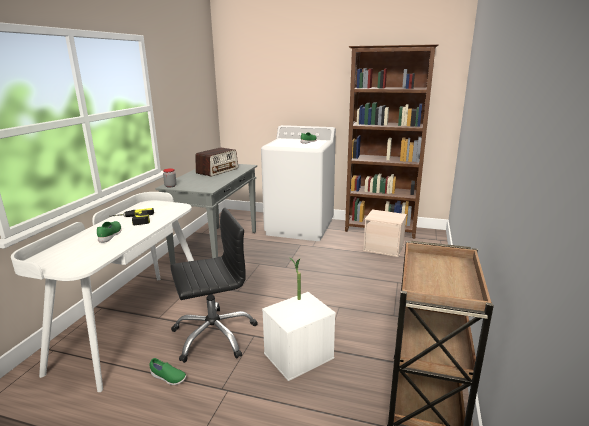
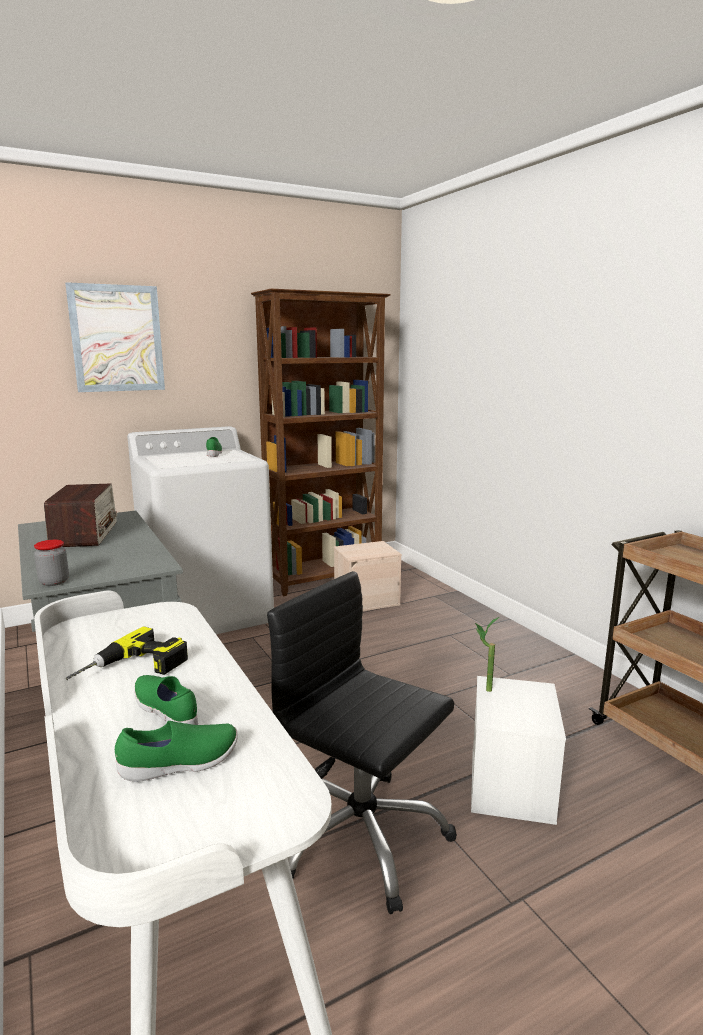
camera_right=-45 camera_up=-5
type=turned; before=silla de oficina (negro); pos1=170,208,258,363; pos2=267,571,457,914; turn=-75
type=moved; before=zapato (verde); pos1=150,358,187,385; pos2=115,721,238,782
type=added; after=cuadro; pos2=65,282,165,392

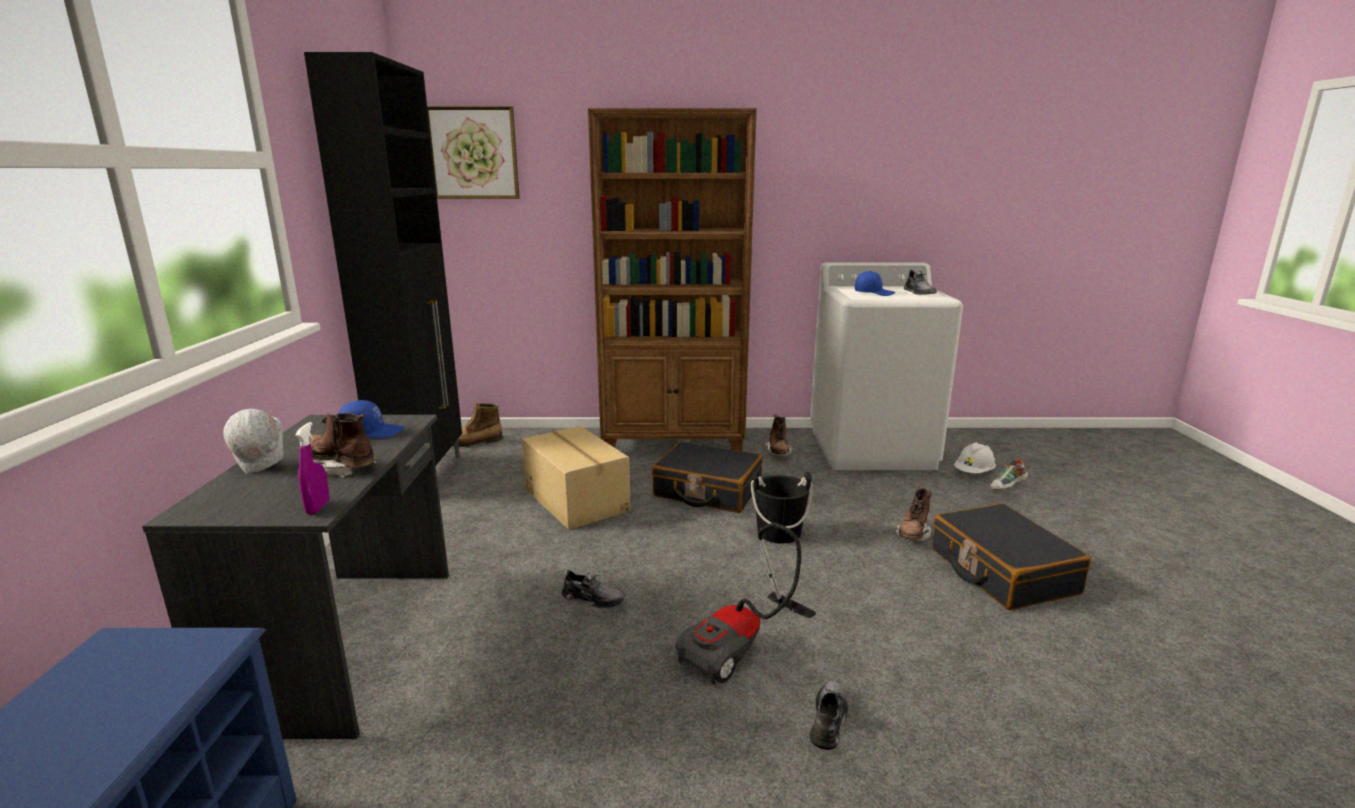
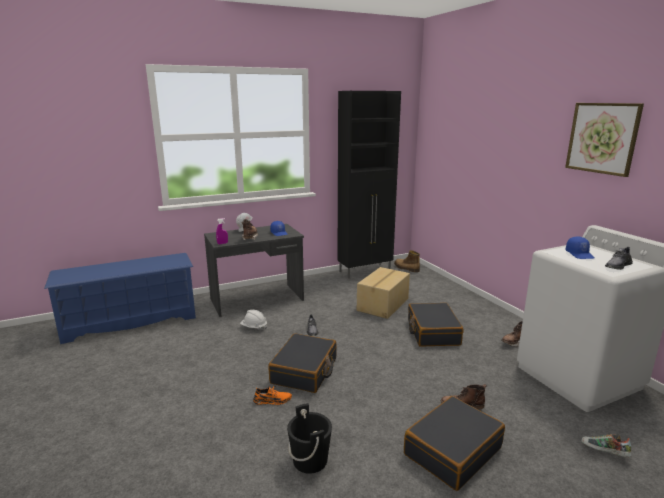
camera_right=65 camera_up=0
type=moved; before=cuadro; pos1=427,106,520,199; pos2=565,103,644,177
type=removed; before=estantería (marrón); pos1=588,108,757,451
type=moved; before=casco (blanco); pos1=954,442,996,474; pos2=240,310,267,330
type=moved; before=cubo (negro); pos1=751,471,813,543; pos2=287,403,332,474
type=replaced; before=aspiradora; after=maleta (negro); pos1=675,522,816,685; pos2=268,333,337,393
type=recoloured; before=zapato (gris); after=zapato (naranja); pos1=809,680,848,750; pos2=253,386,292,405

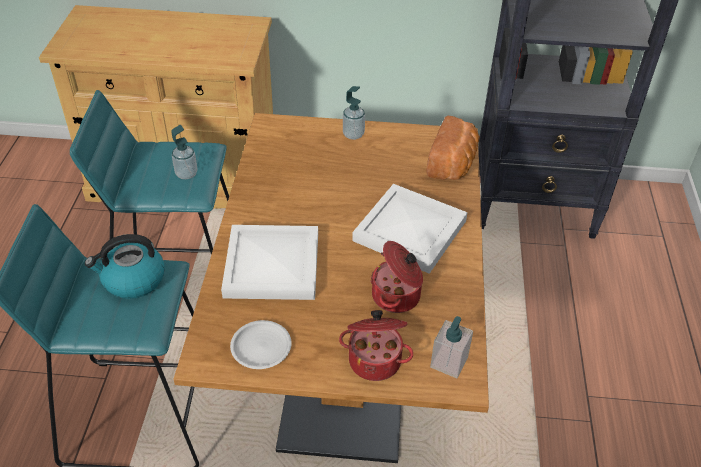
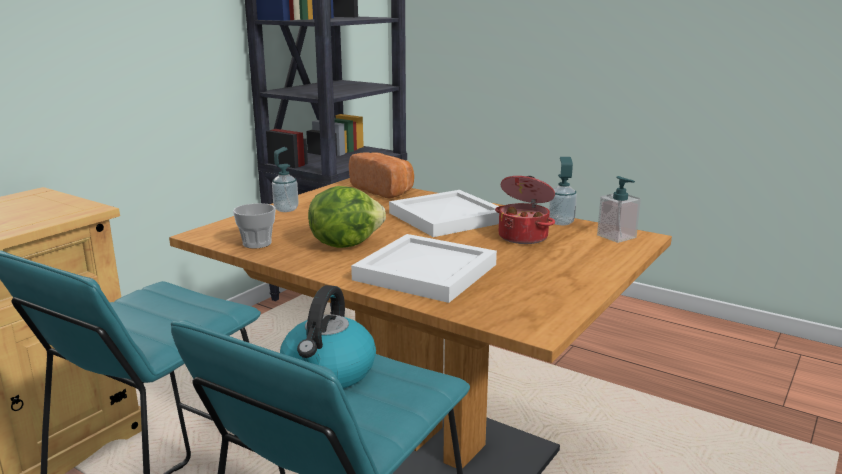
camera_right=-60 camera_up=-25
type=moved; before=dispensador de jabón; pos1=171,125,197,179; pos2=549,157,577,225
type=removed; before=olla; pos1=339,310,413,381
type=removed; before=plato (blanco); pos1=230,320,292,369
type=added; after=lechuga; pos2=308,186,386,248
type=added; after=taza; pos2=233,203,276,248

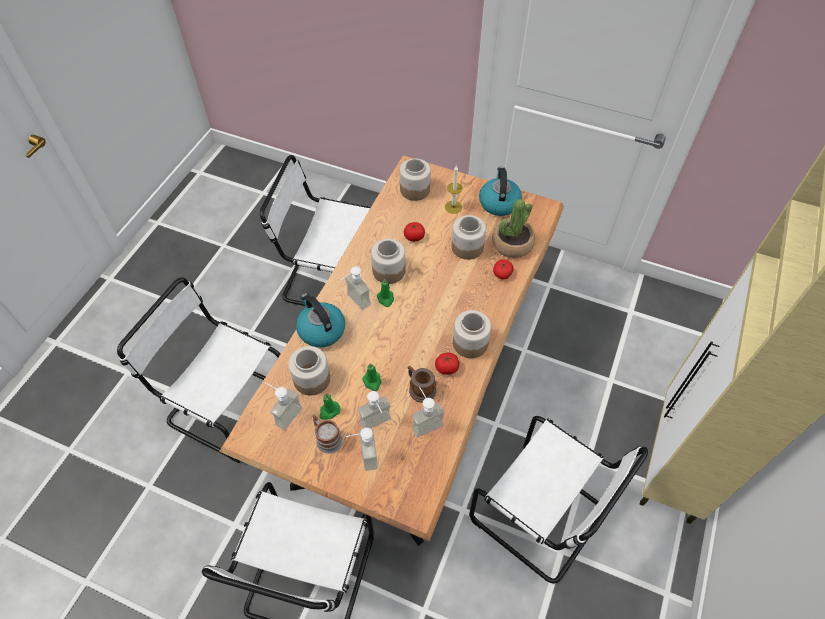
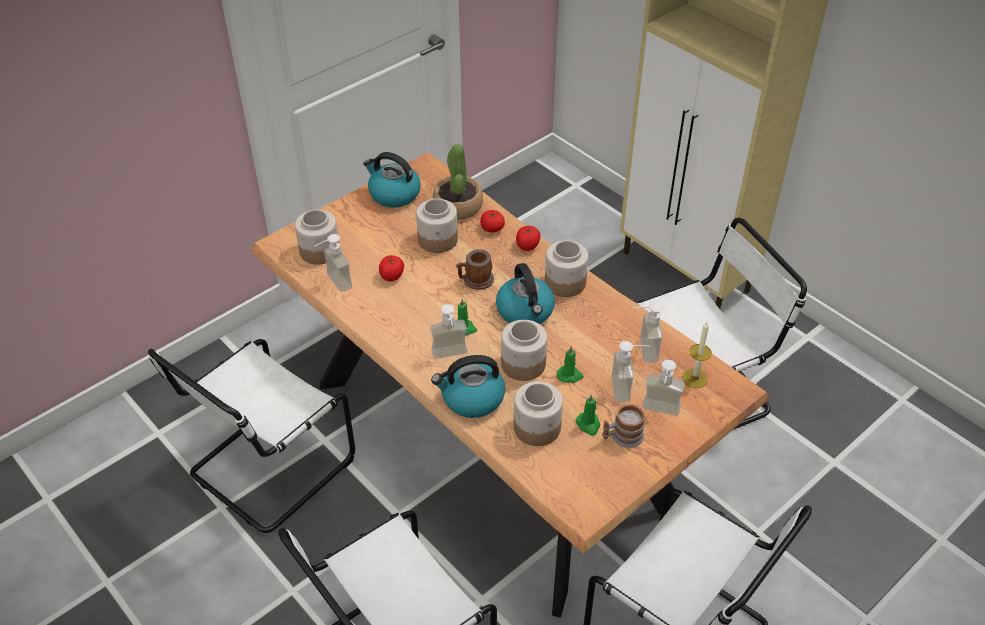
camera_right=-65 camera_up=-10
type=moved; before=vela; pos1=445,166,462,214; pos2=682,322,712,388
type=moved; before=tarro; pos1=371,239,406,284; pos2=501,320,547,381
type=moved; before=tomate; pos1=435,353,459,375; pos2=516,226,541,251
type=moved; before=taza grande; pos1=407,366,436,403; pos2=456,249,494,290
type=moved; before=dispensador de jabón; pos1=265,382,302,430; pos2=314,234,352,292
type=added; after=hervidor; pos2=496,263,555,324

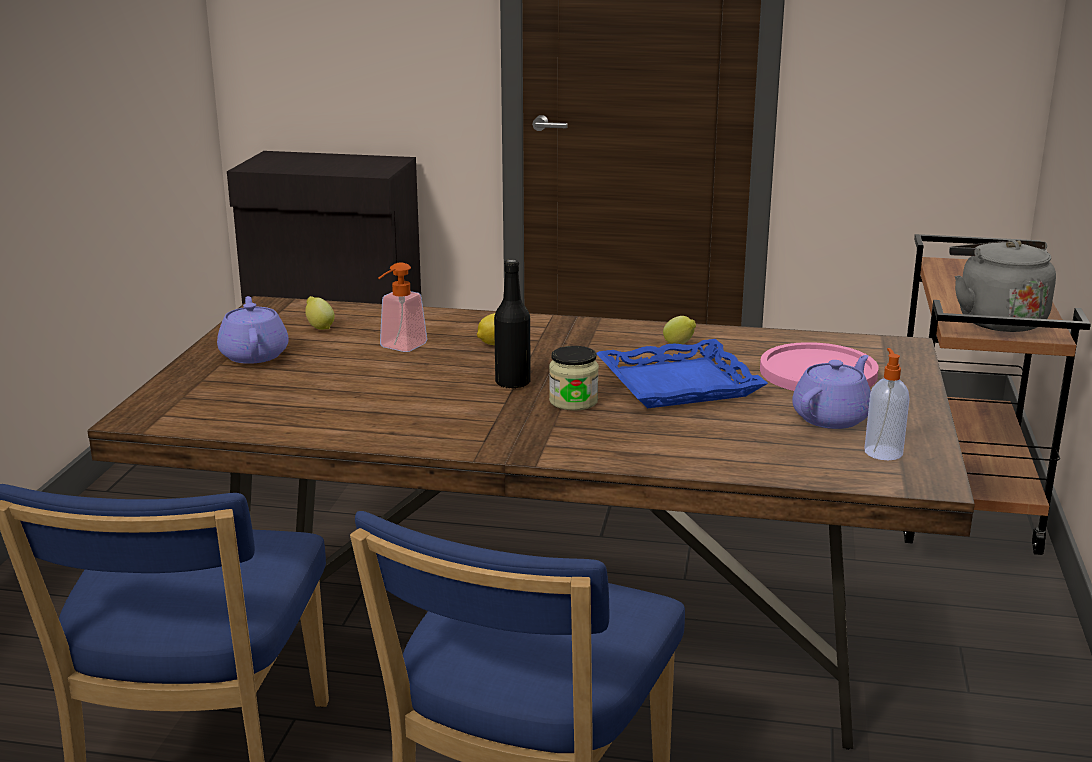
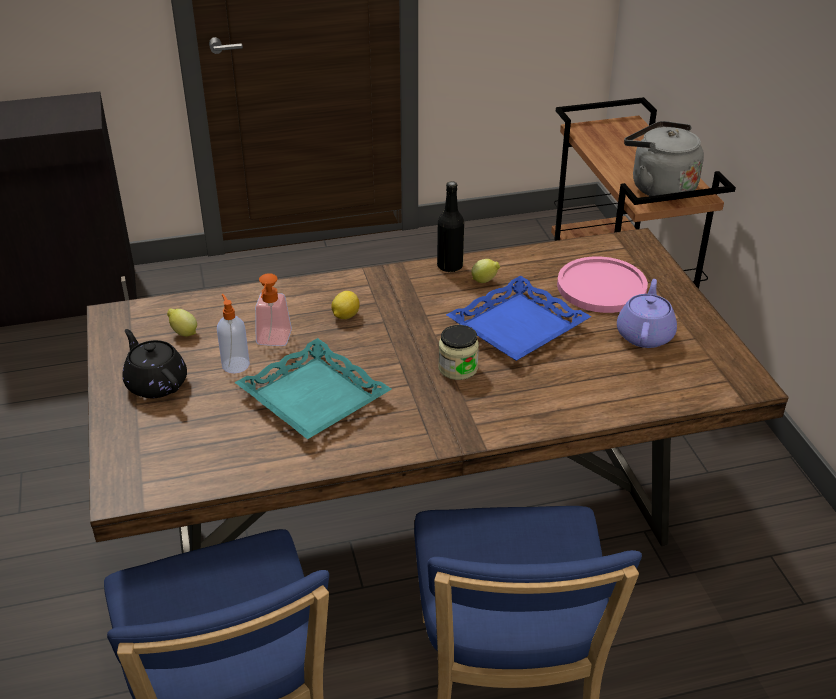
camera_right=-25 camera_up=15
type=moved; before=botella (negro); pos1=494,259,531,389; pos2=437,181,464,273
type=recoloured; before=tetera (morado); after=tetera (negro); pos1=217,296,288,364; pos2=122,329,187,398
type=moved; before=dispensador de jabón; pos1=865,348,910,460; pos2=217,294,250,373
type=added; after=bandeja (turquesa); pos2=235,338,392,439

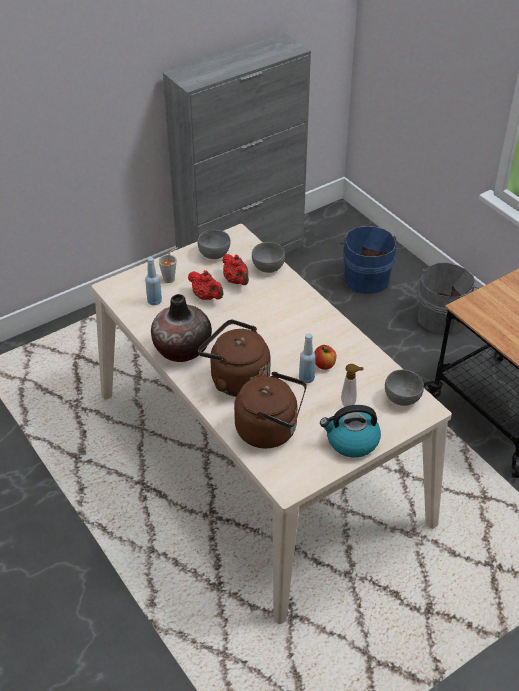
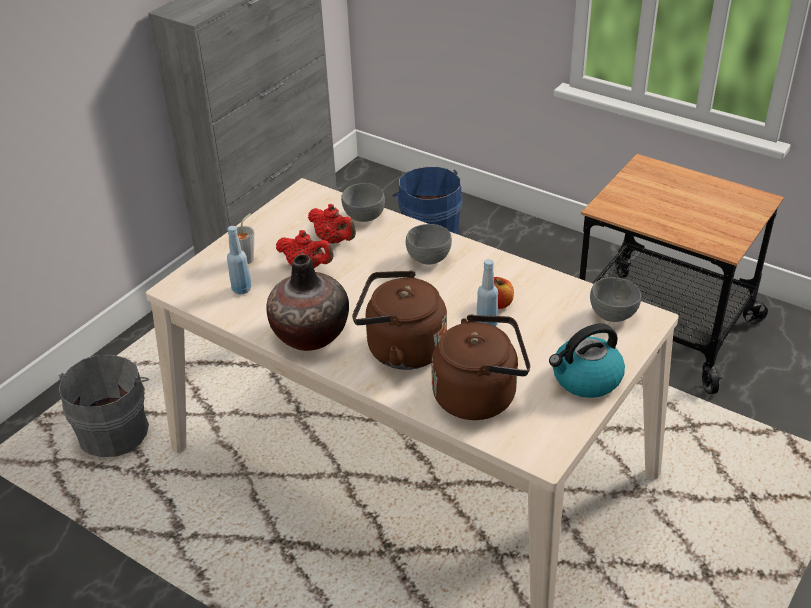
camera_right=-20 camera_up=-5
type=moved; before=cuenco (gris); pos1=198,230,230,259; pos2=406,224,452,265
type=moved; before=cubo (gris); pos1=417,263,479,334; pos2=58,355,149,457
type=removed; before=dispensador de jabón; pos1=341,364,364,407

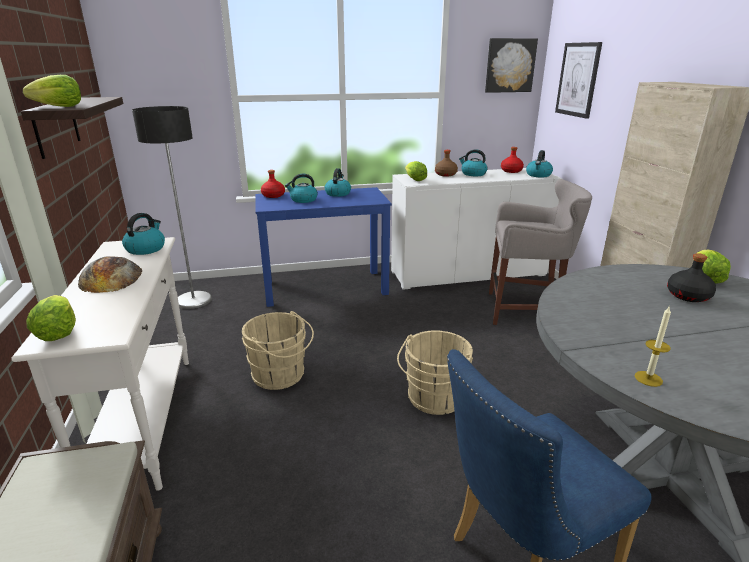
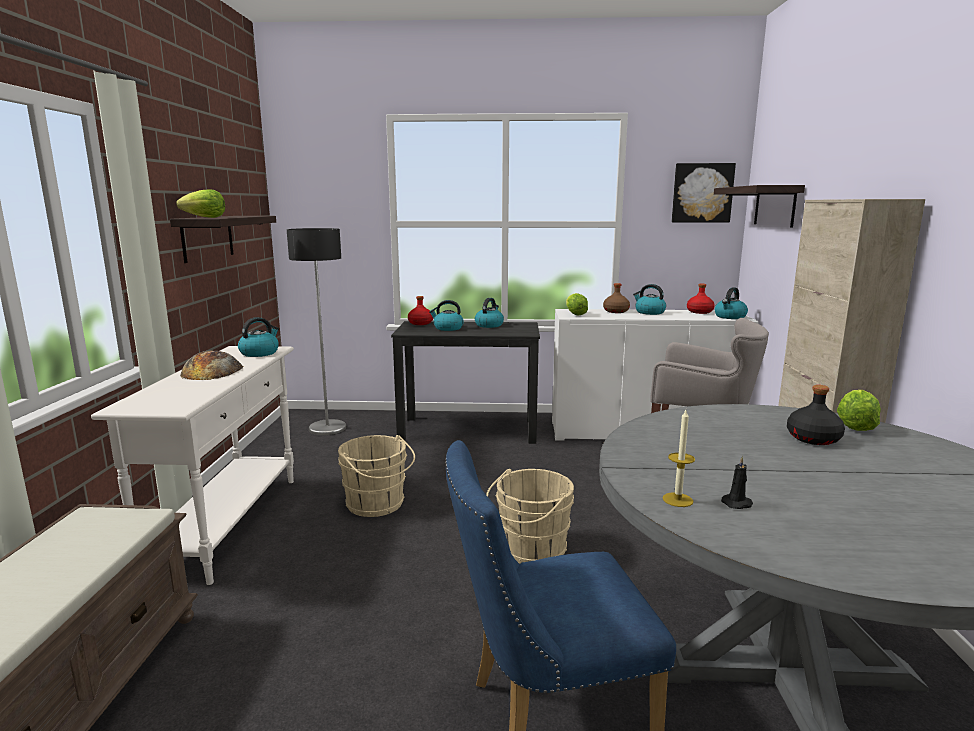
camera_right=15 camera_up=-10
type=replaced; before=cuadro; after=estante; pos1=555,42,602,119; pos2=714,185,805,228
type=recoloured; before=escritorio (azul); after=escritorio (negro); pos1=255,187,392,307; pos2=391,321,540,444
type=removed; before=lechuga; pos1=26,295,76,341
type=added; after=vela (negro); pos2=721,456,753,509

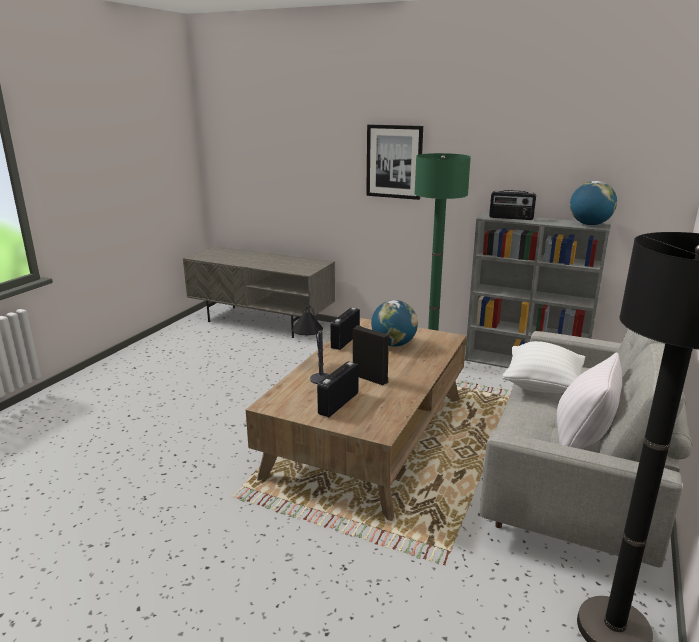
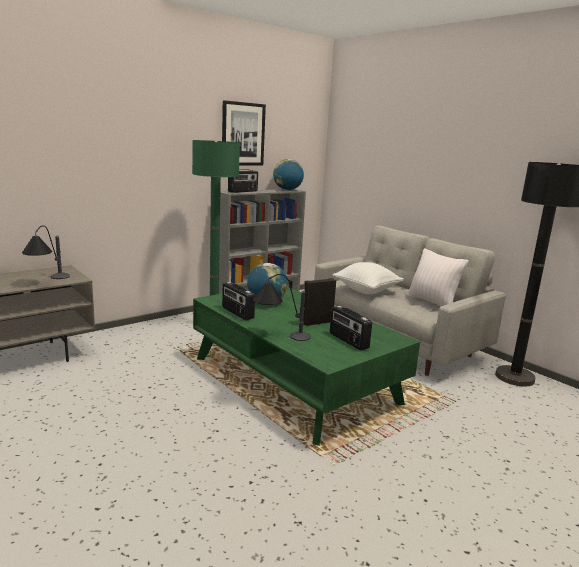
camera_right=-65 camera_up=-5
type=moved; before=cuadro; pos1=366,124,423,200; pos2=222,100,266,166
type=recoloured; before=mesa de centro (marrón); after=mesa de centro (verde); pos1=246,318,466,520; pos2=193,287,420,446
type=added; after=lámpara de mesa; pos2=22,225,70,279

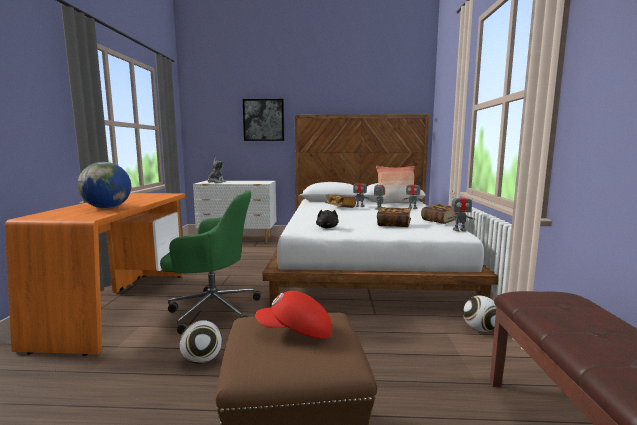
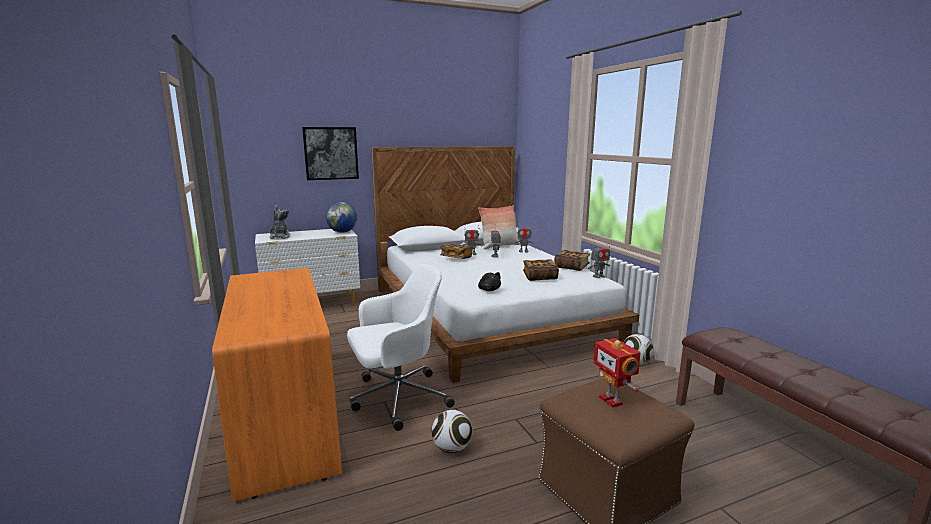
camera_right=-25 camera_up=5
type=moved; before=globo terráqueo; pos1=77,162,131,209; pos2=326,202,357,233
type=recoloured; before=silla de oficina (verde); after=silla de oficina (blanco); pos1=160,190,261,335; pos2=347,264,455,431
type=replaced; before=gorra (rojo); after=robot de juguete; pos1=255,291,332,339; pos2=593,338,641,408

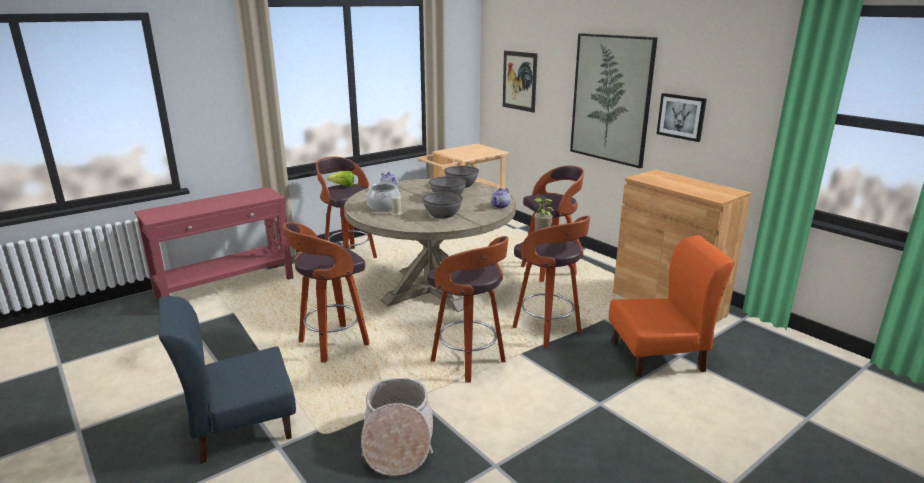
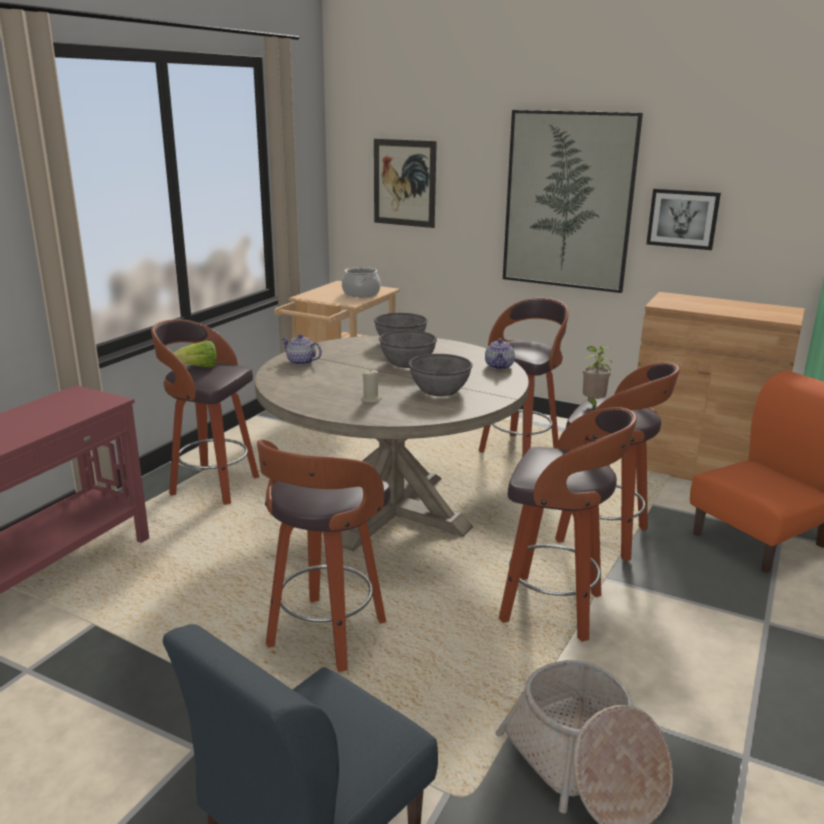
camera_right=-25 camera_up=0
type=moved; before=olla; pos1=366,183,401,211; pos2=342,267,381,297

